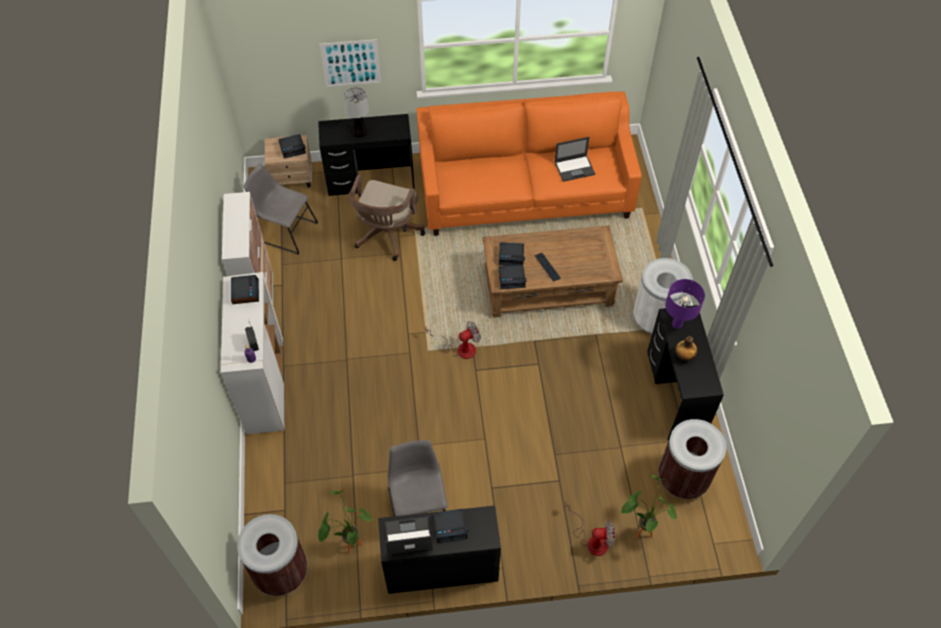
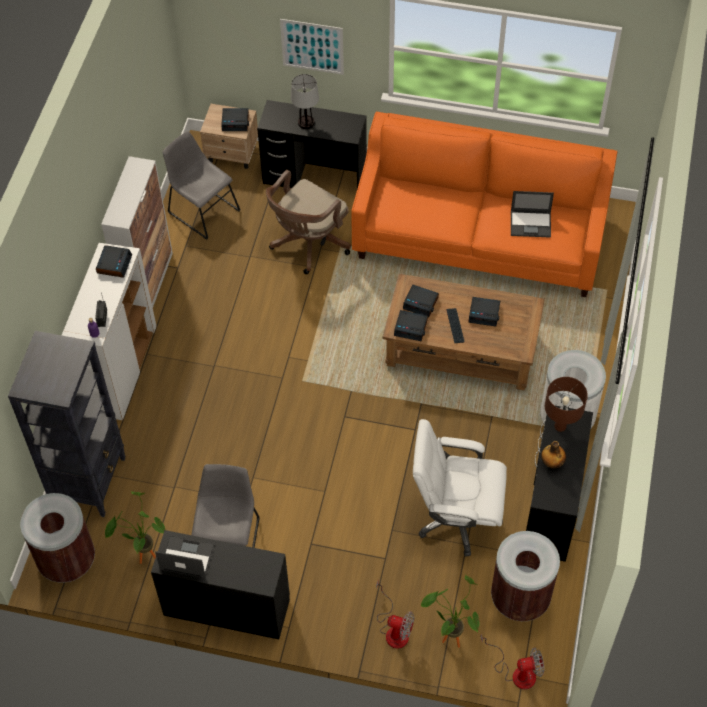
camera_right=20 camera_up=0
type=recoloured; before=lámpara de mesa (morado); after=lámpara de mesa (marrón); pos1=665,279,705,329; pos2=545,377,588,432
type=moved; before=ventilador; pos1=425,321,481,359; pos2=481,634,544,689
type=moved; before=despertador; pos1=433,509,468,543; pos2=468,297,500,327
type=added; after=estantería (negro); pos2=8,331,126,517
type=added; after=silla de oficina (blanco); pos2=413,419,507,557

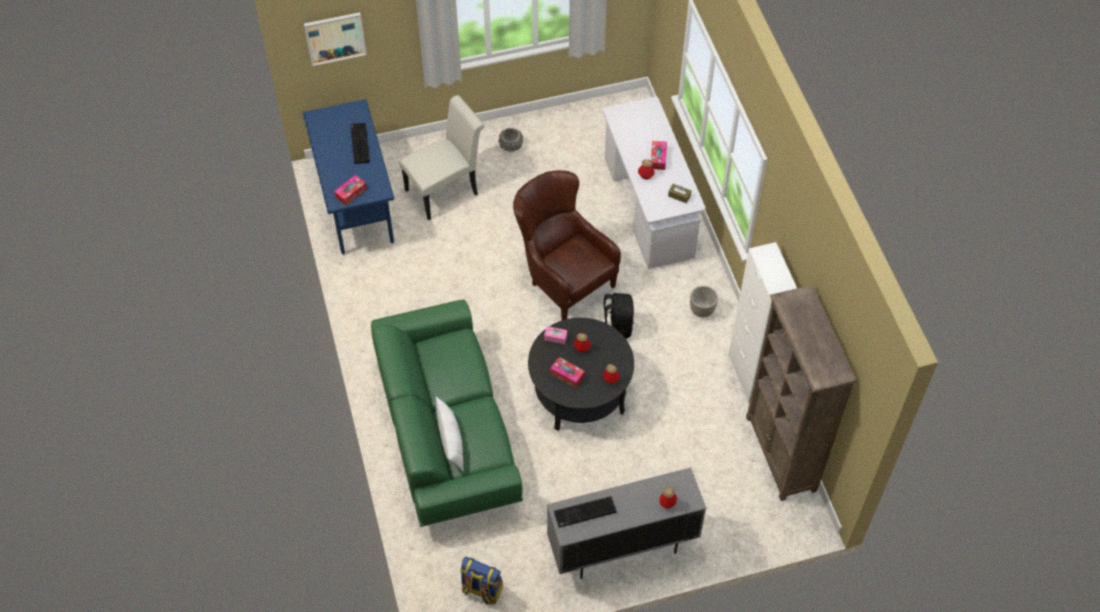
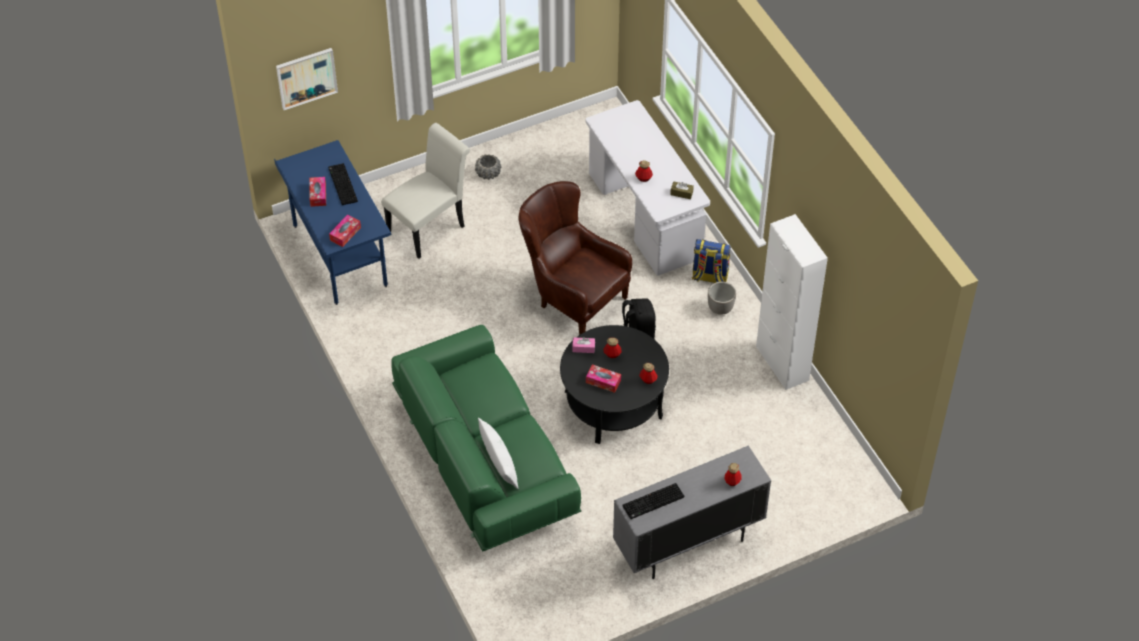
camera_right=-10 camera_up=-5
type=moved; before=caja de pañuelos; pos1=651,141,667,170; pos2=309,177,326,207
type=removed; before=estantería (marrón); pos1=746,285,857,501
type=moved; before=mochila; pos1=460,557,503,605; pos2=692,239,731,283

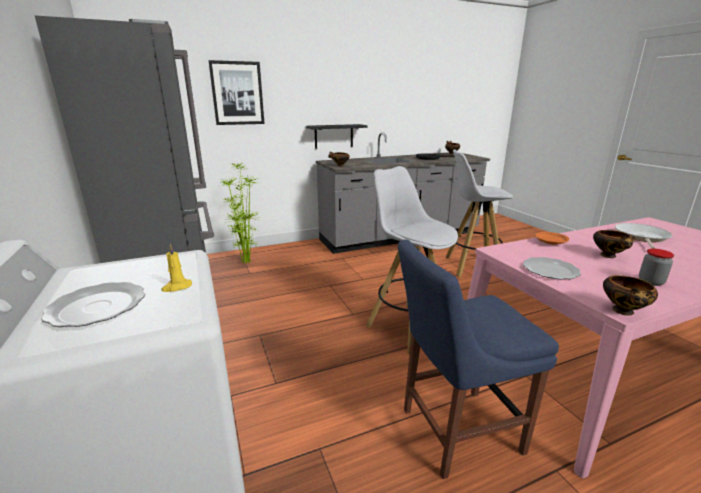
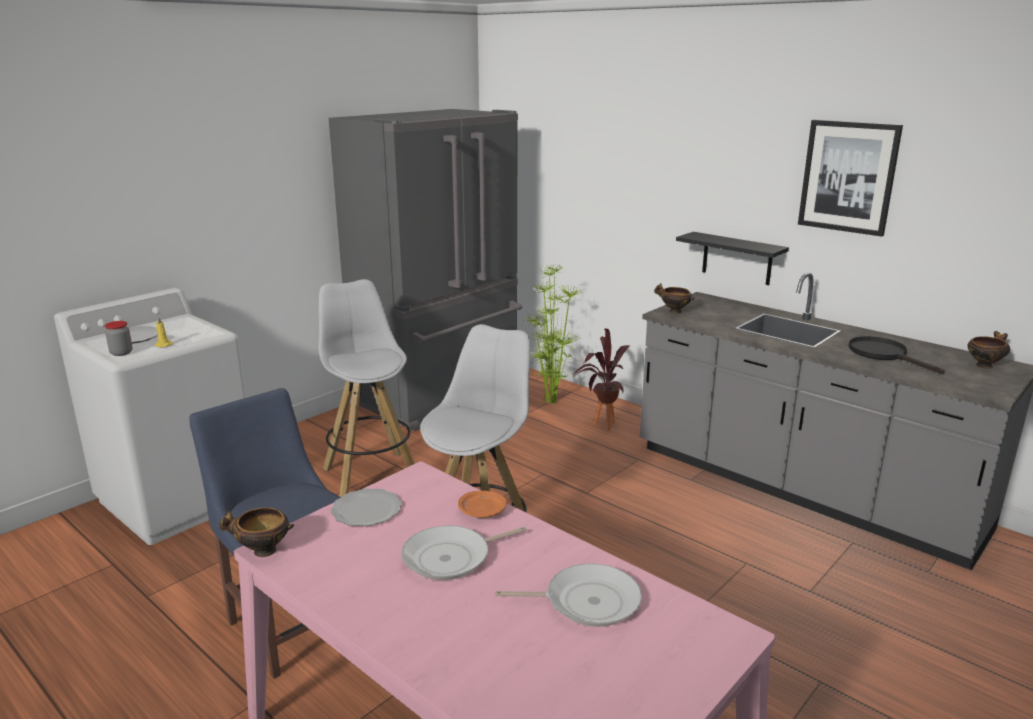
camera_right=65 camera_up=0
type=moved; before=cuadro; pos1=208,60,265,125; pos2=798,120,903,237
type=moved; before=taburete (blanco); pos1=445,150,514,277; pos2=319,279,415,497
type=replaced; before=cuenco; after=sartén; pos1=593,230,635,258; pos2=401,526,527,580
type=moved; before=tarro; pos1=639,249,674,286; pos2=105,321,132,356
type=added; after=planta en maceta; pos2=572,328,630,431

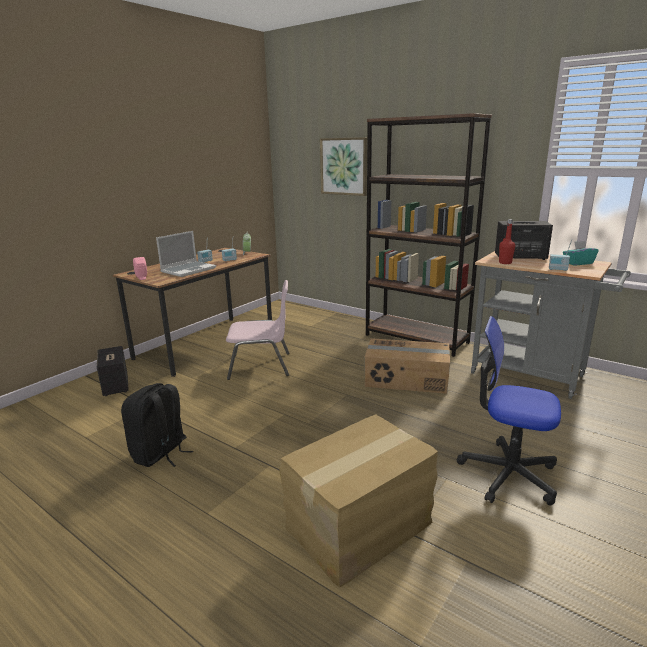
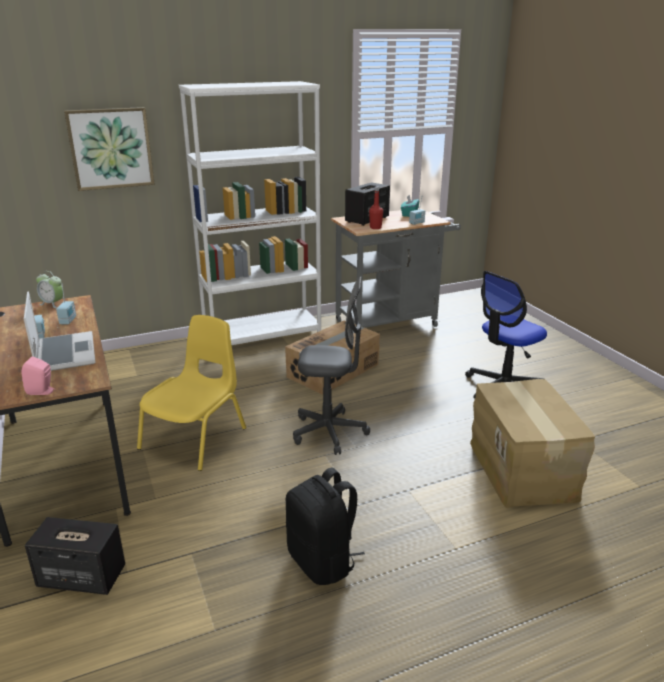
camera_right=-60 camera_up=5
type=recoloured; before=estantería (marrón); after=estantería (blanco); pos1=366,113,492,357; pos2=179,81,321,345
type=recoloured; before=silla (rosa); after=silla (amarillo); pos1=226,280,290,380; pos2=137,315,246,471
type=added; after=silla de oficina (gris); pos2=293,276,370,455

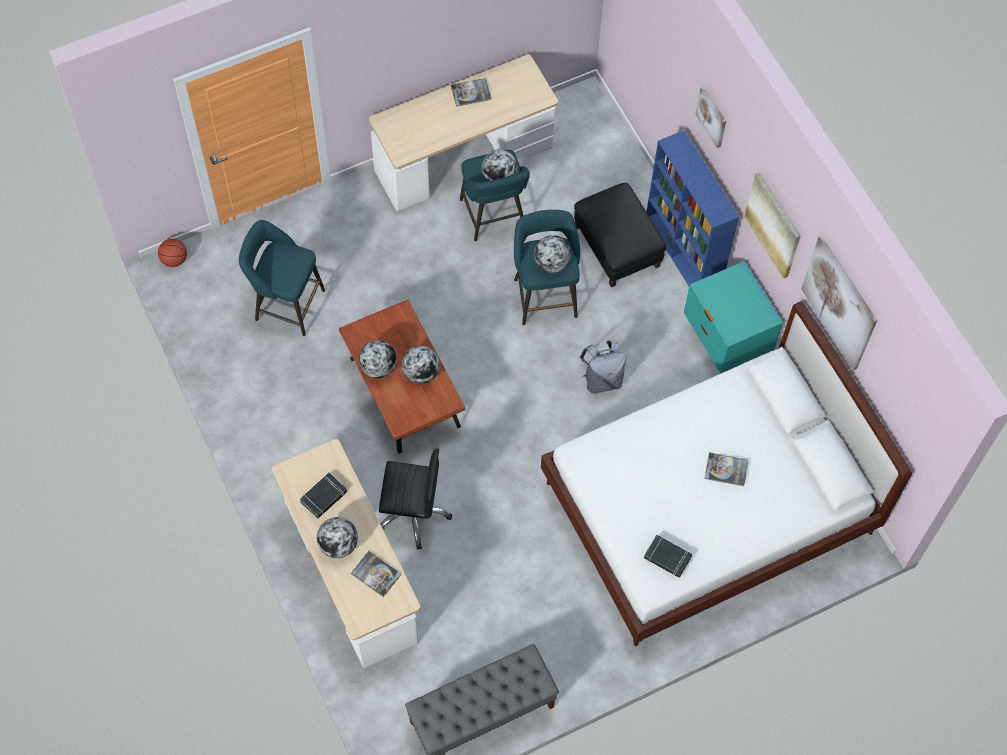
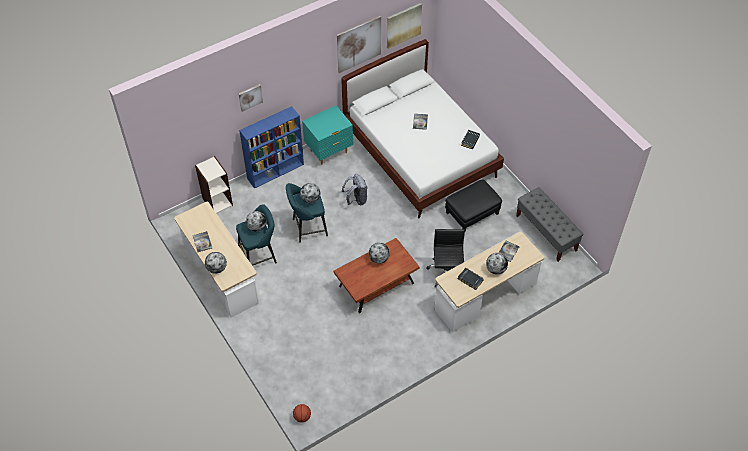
camera_right=-95 camera_up=-10
type=moved; before=cuadro; pos1=744,172,801,278; pos2=387,3,422,49
type=moved; before=puf (negro); pos1=574,183,666,287; pos2=445,179,502,232
type=removed; before=taburete (turquesa); pos1=239,220,325,336
type=moved; before=globo terráqueo; pos1=359,340,397,378; pos2=205,252,227,274
type=added; after=estantería; pos2=195,156,233,214

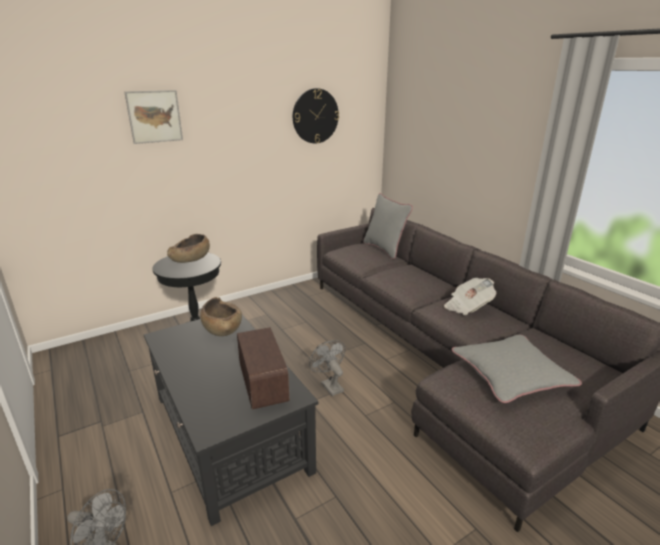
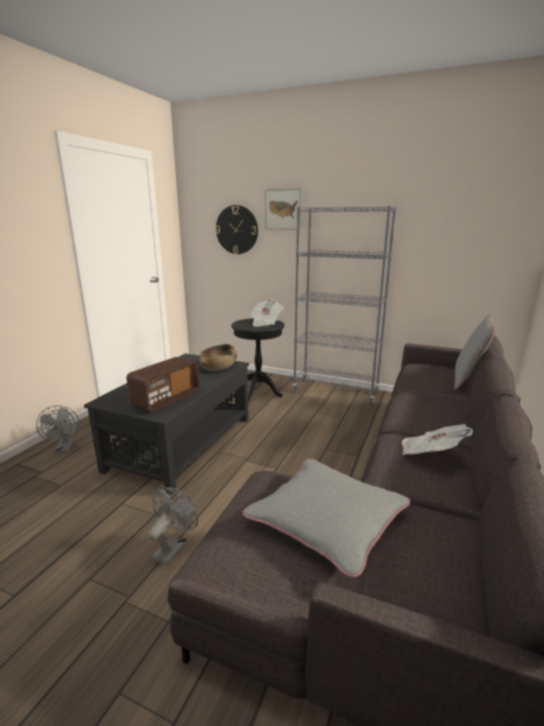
camera_right=55 camera_up=-5
type=moved; before=reloj de pared; pos1=293,88,339,144; pos2=215,205,258,254
type=replaced; before=cuenco (marrón); after=periódico; pos1=167,234,210,263; pos2=250,299,284,327
type=moved; before=ventilador (gris); pos1=309,340,345,396; pos2=148,487,198,565
type=added; after=estantería (gris); pos2=293,206,396,404

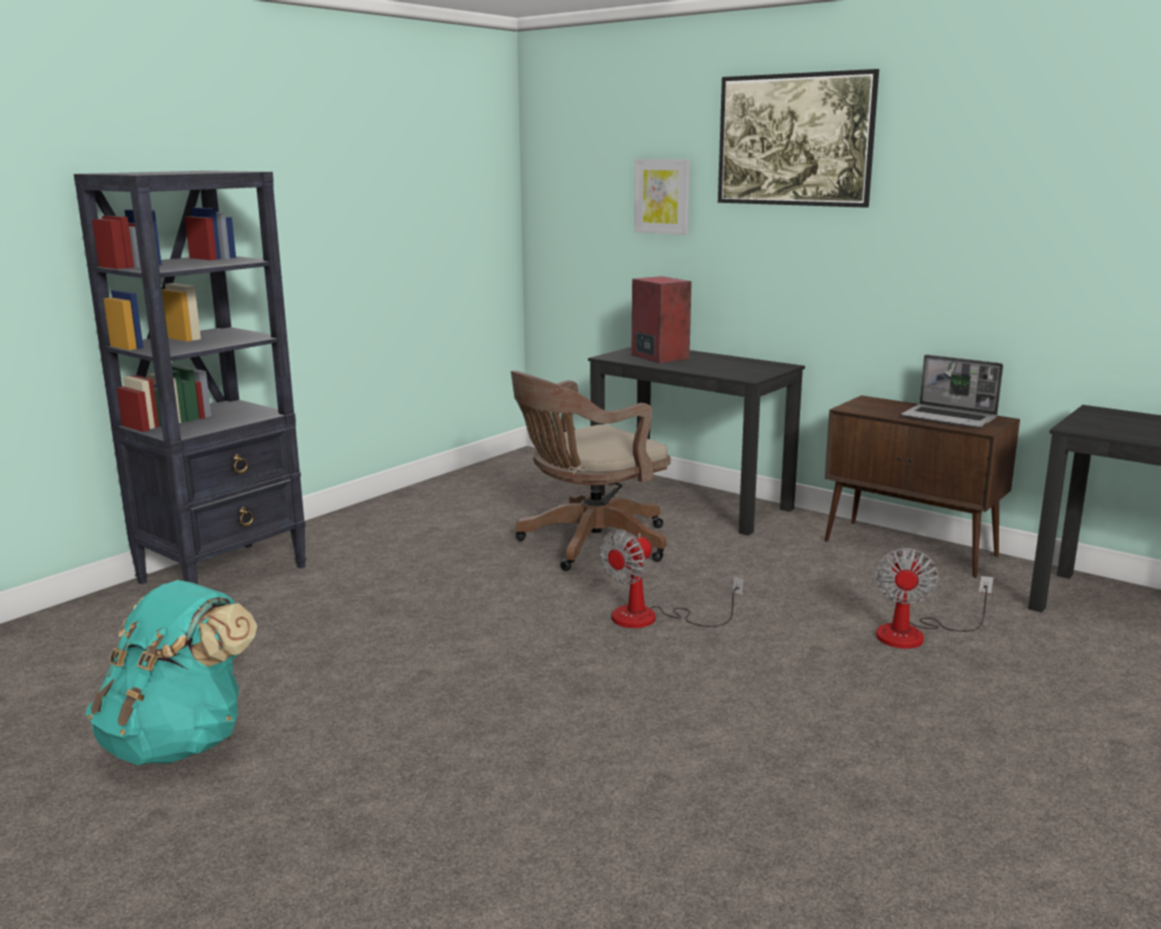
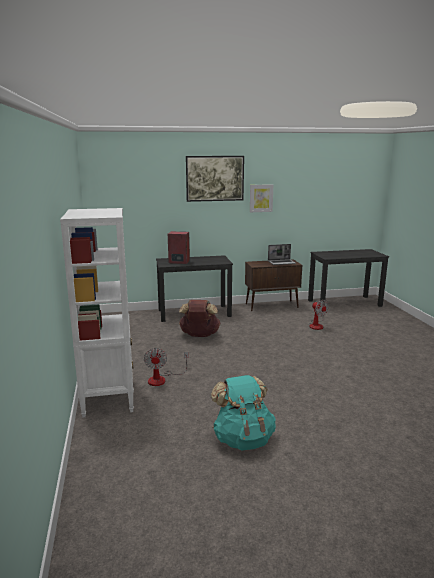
camera_right=-50 camera_up=0
type=moved; before=cuadro; pos1=634,159,690,235; pos2=250,184,273,212
type=recoloured; before=estantería (negro); after=estantería (blanco); pos1=74,171,307,584; pos2=60,208,134,418
type=replaced; before=silla de oficina (marrón); after=mochila (marrón); pos1=511,371,670,571; pos2=179,300,220,337
type=moved; before=ventilador; pos1=600,530,744,628; pos2=144,348,189,386

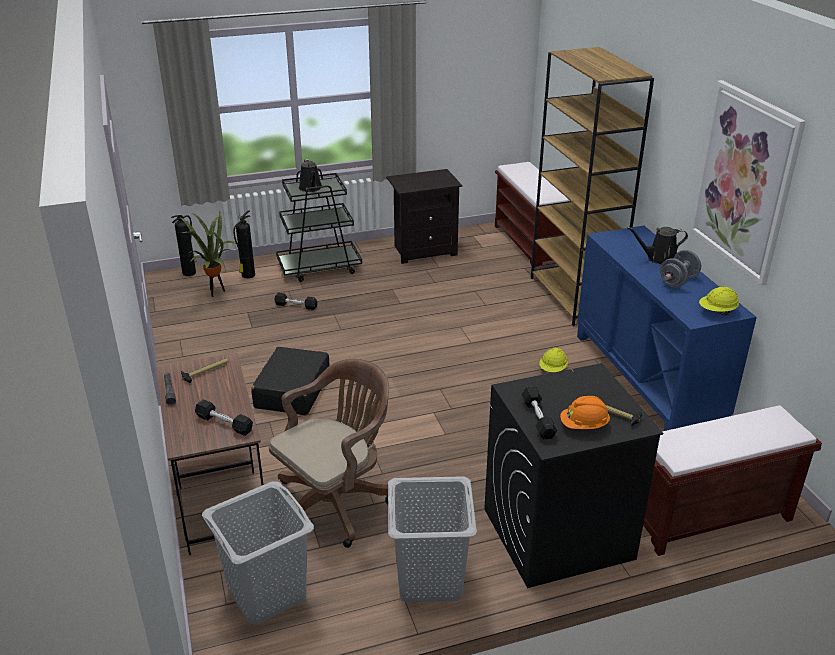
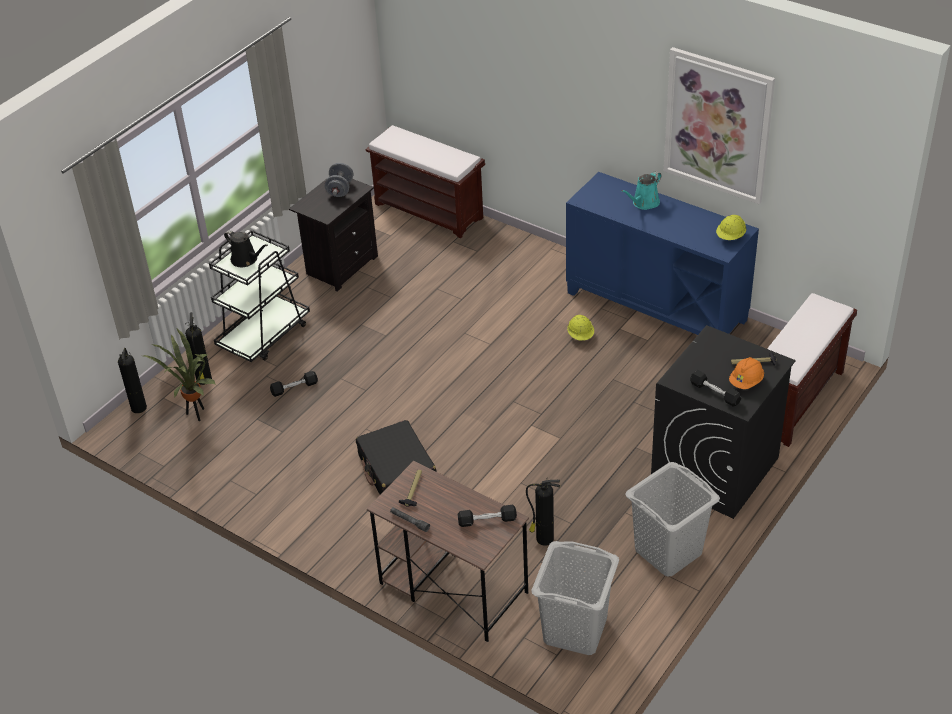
camera_right=-35 camera_up=10
type=removed; before=estantería (marrón); pos1=531,47,654,326
type=recoloured; before=regadera (negro); after=regadera (turquesa); pos1=627,227,688,264; pos2=621,171,662,210
type=moved; before=mancuerna (gris); pos1=660,250,701,287; pos2=324,163,353,197
type=replaced; before=silla de oficina (marrón); after=extintor; pos1=269,359,389,548; pos2=526,479,560,546

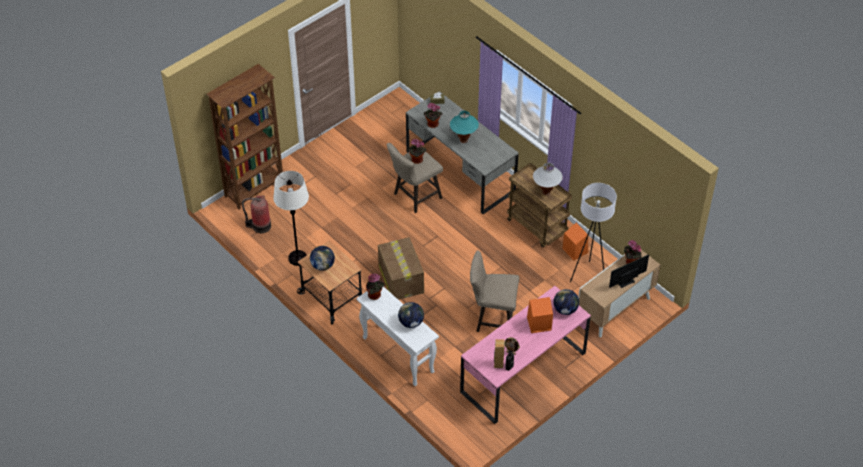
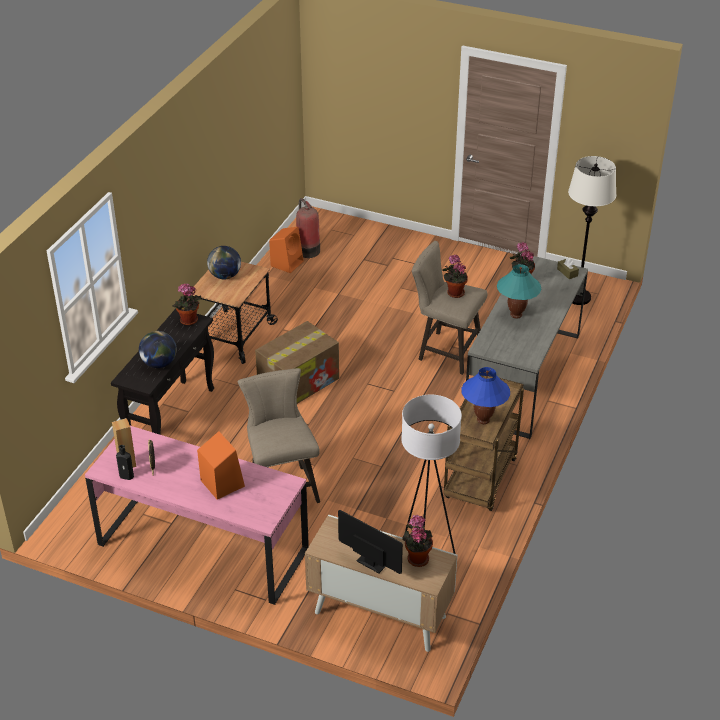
camera_right=65 camera_up=-10
type=removed; before=estantería (marrón); pos1=207,64,283,209
type=recoloured; before=lámpara de mesa (blanco); after=lámpara de mesa (azul); pos1=533,163,563,195; pos2=461,367,510,424
type=moved; before=lámpara de pie (blanco); pos1=273,171,309,266; pos2=568,156,616,305
type=moved; before=altavoz (naranja); pos1=562,223,588,260; pos2=269,227,304,273
type=recoloured; before=mesa consola (blanco); after=mesa consola (negro); pos1=356,287,439,386; pos2=111,309,214,435
type=removed; before=globo terráqueo; pos1=553,289,579,315

